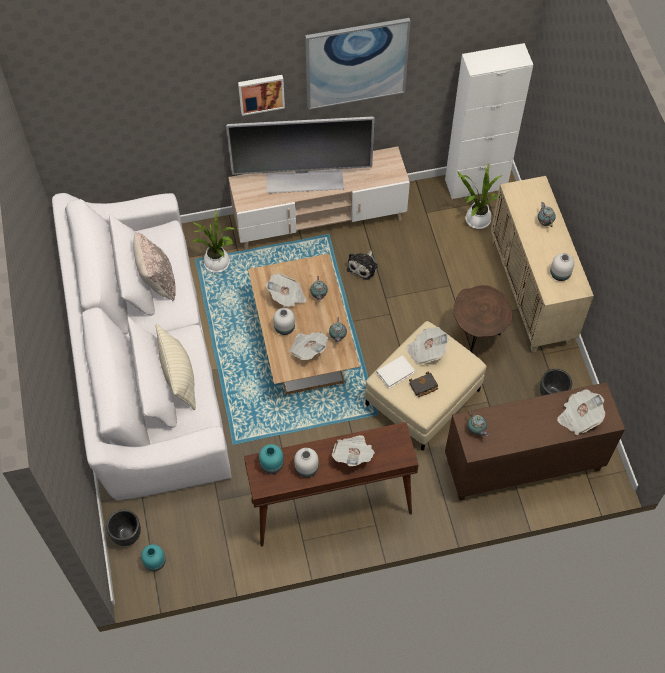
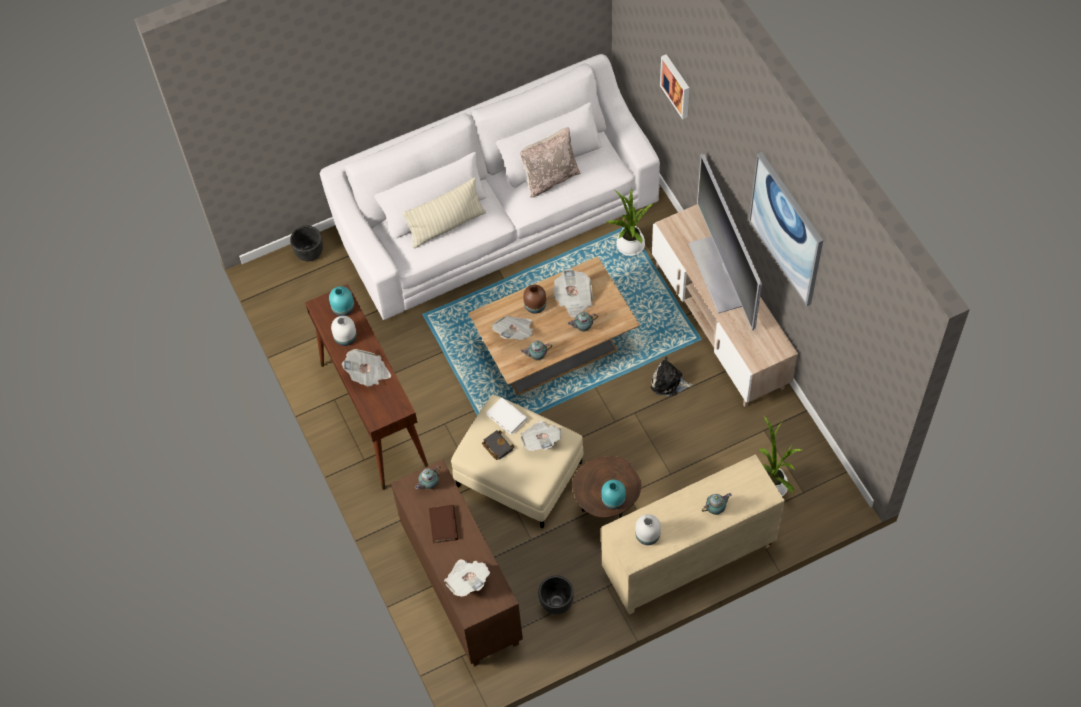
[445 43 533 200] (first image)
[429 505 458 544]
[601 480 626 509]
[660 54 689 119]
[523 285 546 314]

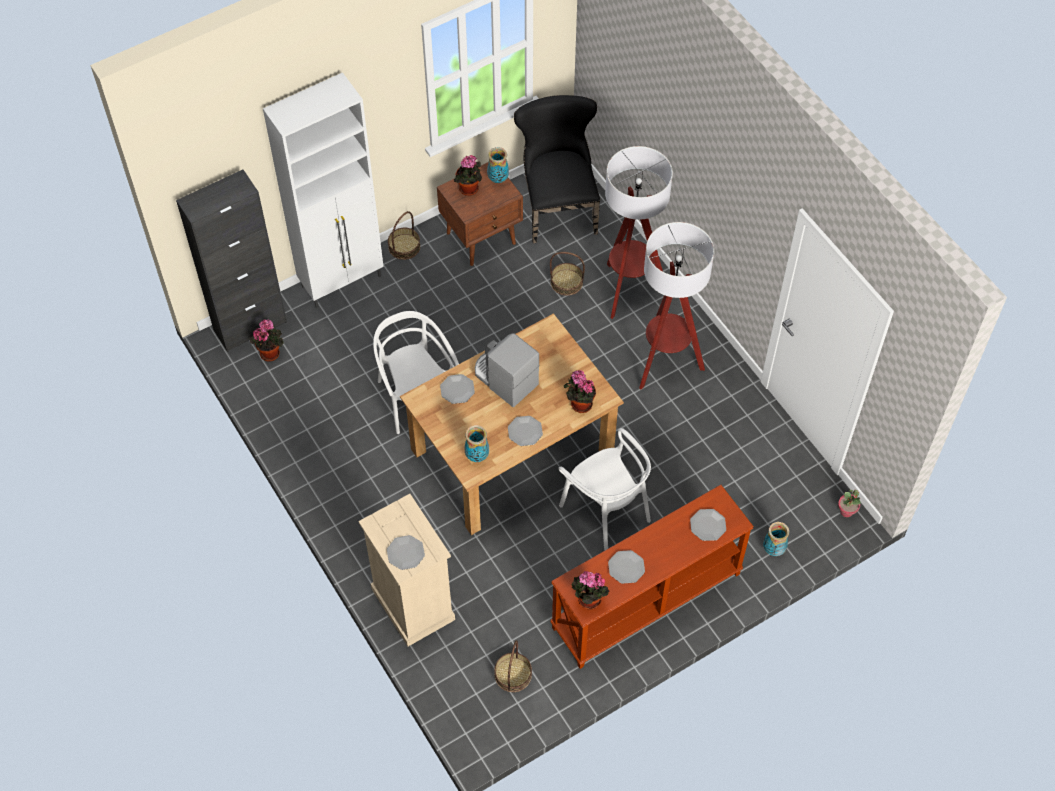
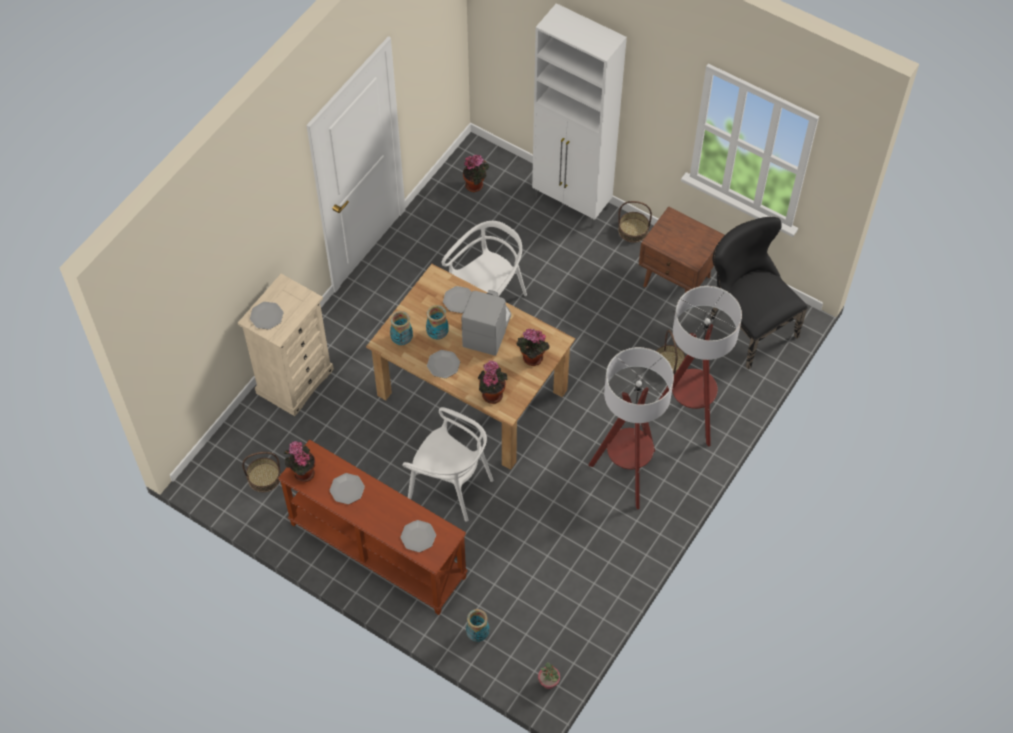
[176 170 287 352] (first image)
[517 328 550 366]
[426 305 449 340]
[710 217 808 369]
[402 407 494 522]

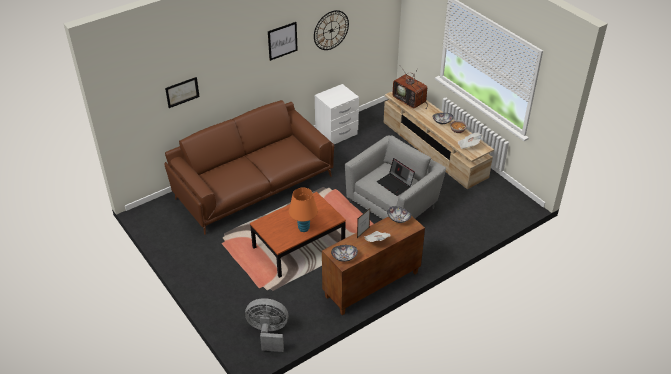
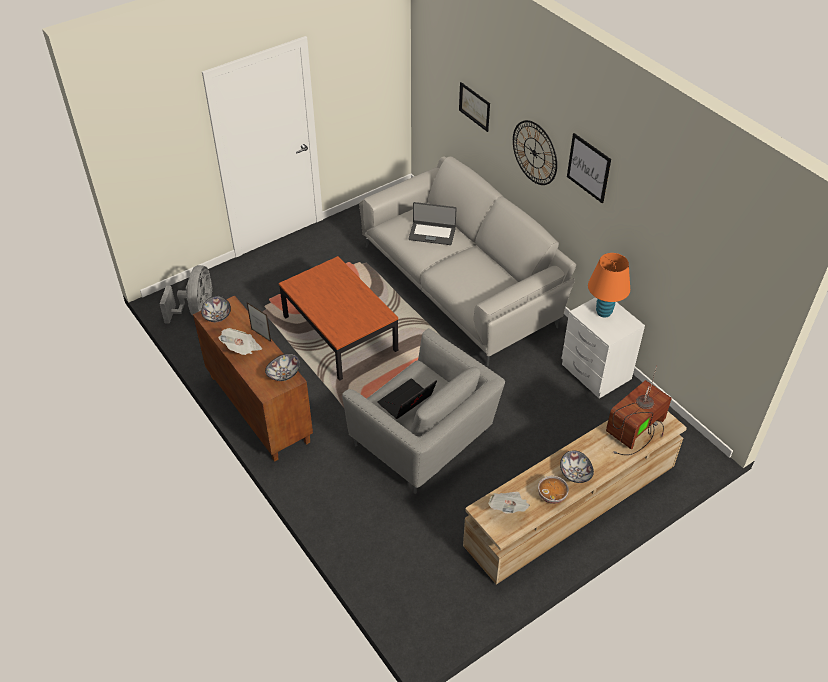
[408 202 456 245]
[588 253 630 317]
[513 120 557 185]
[359 156 576 366]

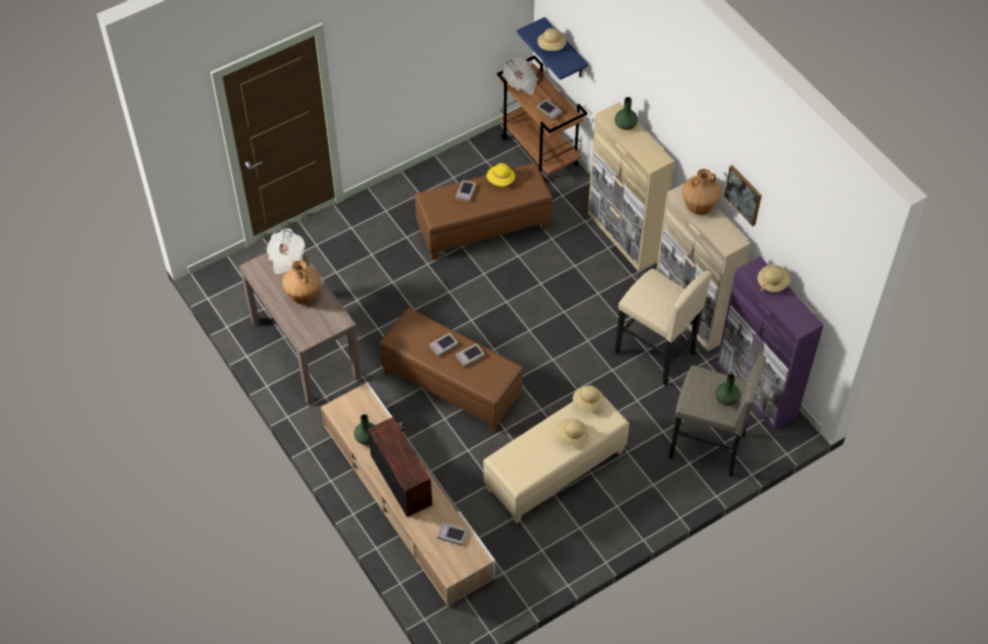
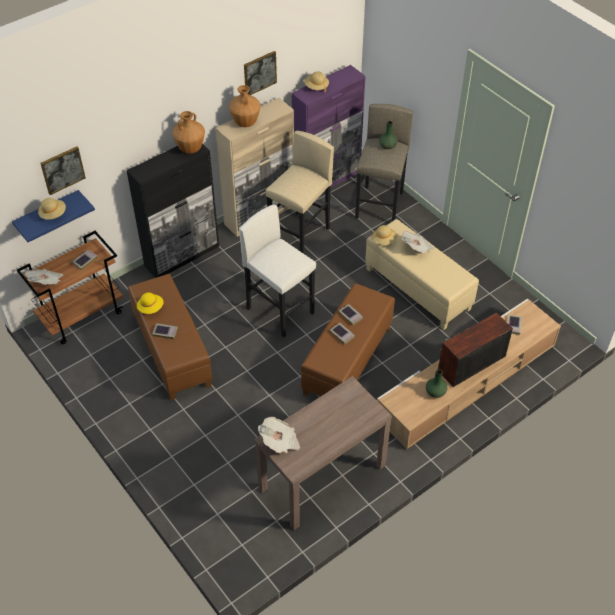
[615 97 638 130] (first image)
[40 146 86 195]
[239 204 316 338]
[172 111 205 154]
[402 231 434 254]
[126 144 219 278]

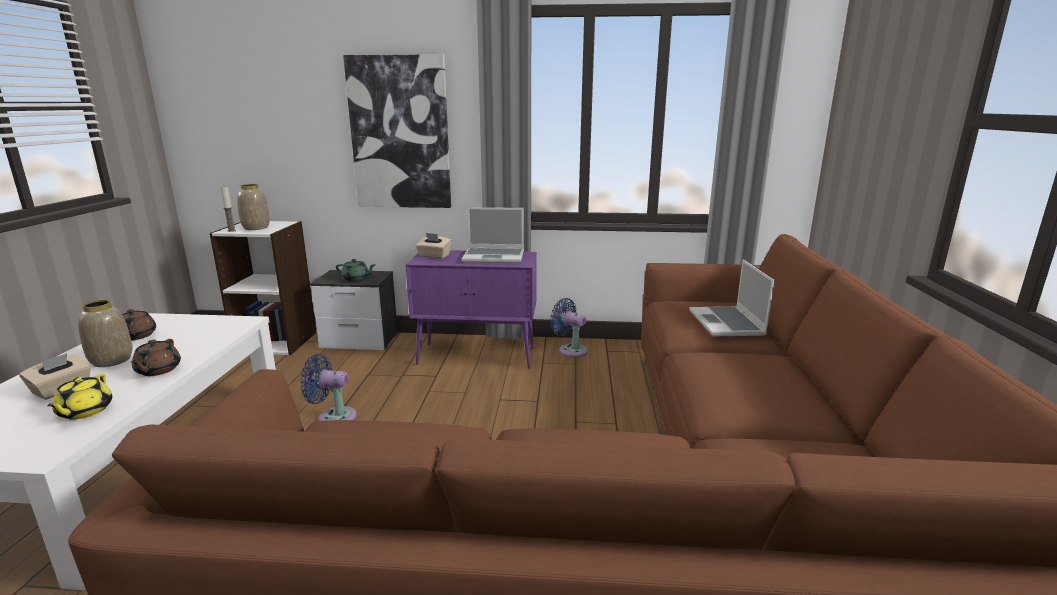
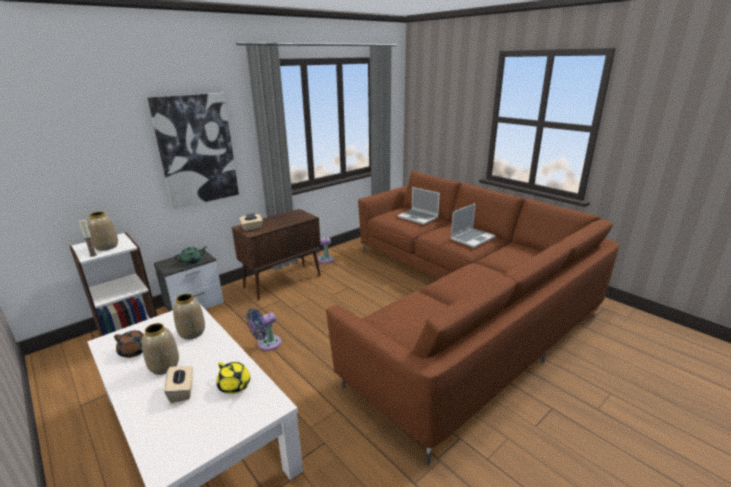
[131 339 181 376] (first image)
[173 293 205 339]
[451 203 496 248]
[232 209 321 300]

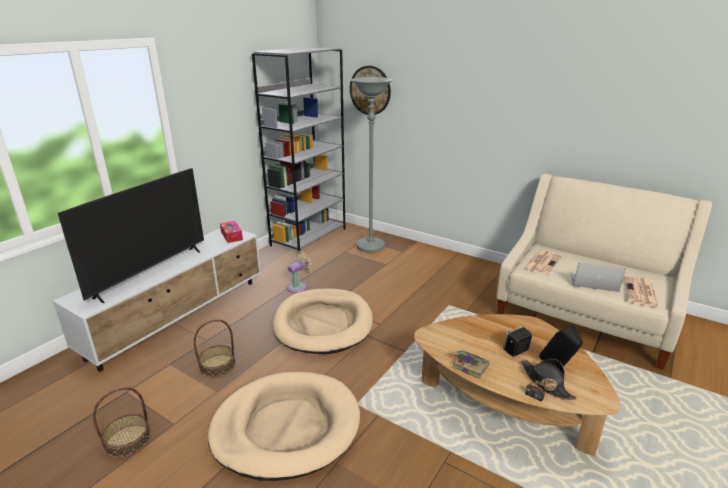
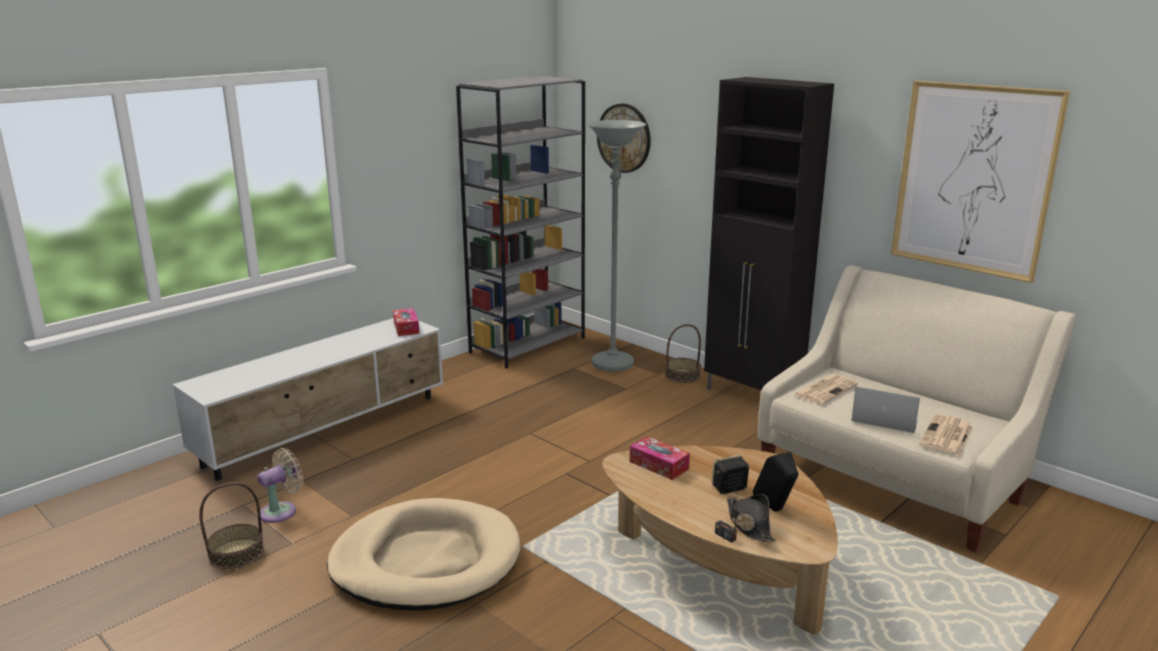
[58 168 204 303] (first image)
[273 288 373 354] (first image)
[452 350 490 379] (first image)
[630 436 690 480]
[704 77 834 390]
[891 81 1070 283]
[665 324 701 383]
[257 448 303 523]

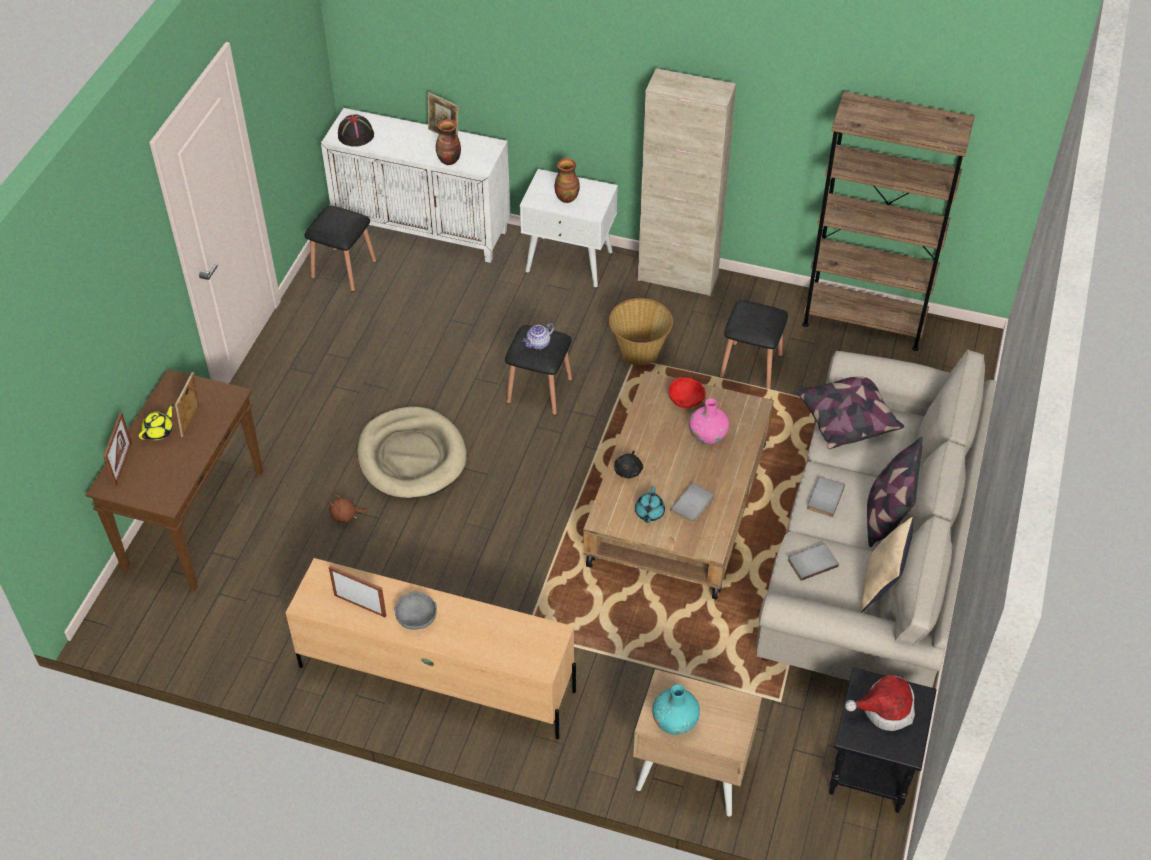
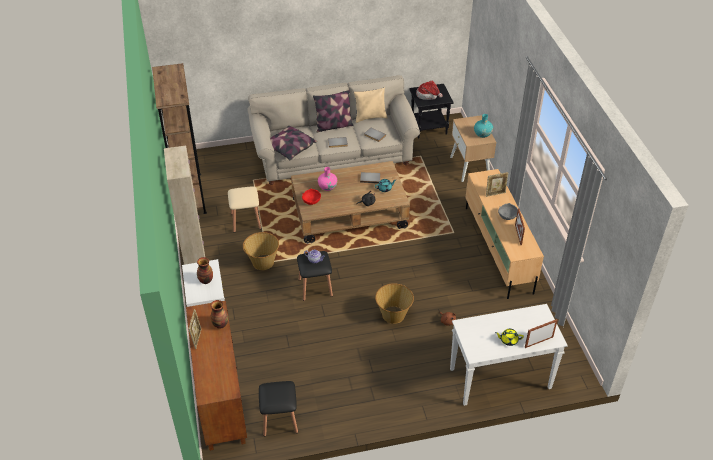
[338 114 374 147] (first image)
[486 172 508 197]
[375 283 414 324]
[450 304 568 406]
[186 301 247 451]
[228 186 261 233]

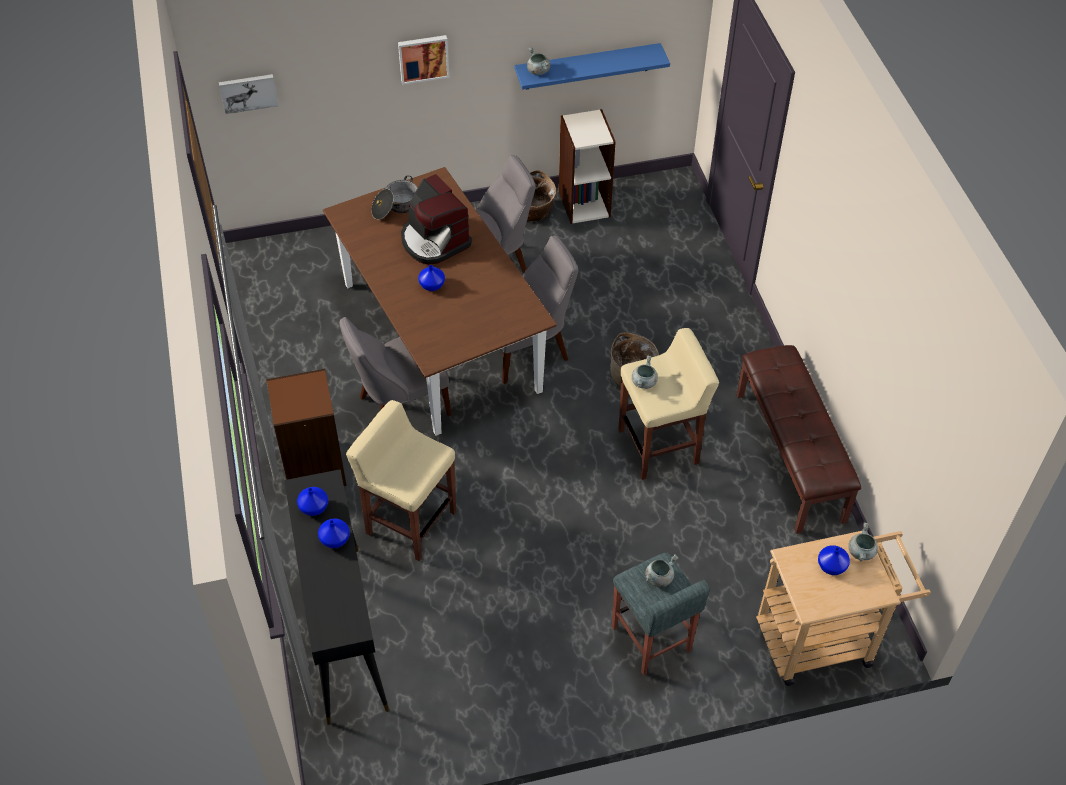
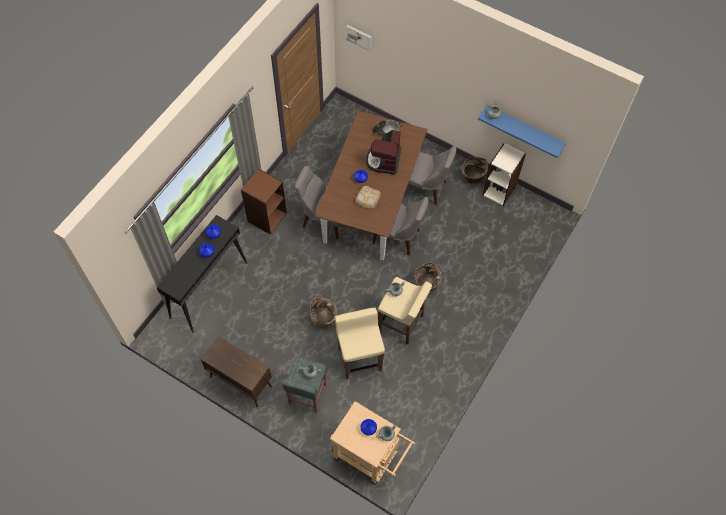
[398 35 449 85] (first image)
[737 345 861 534] (first image)
[201 336 272 407]
[310 298 337 328]
[355 186 381 209]
[335 308 385 379]

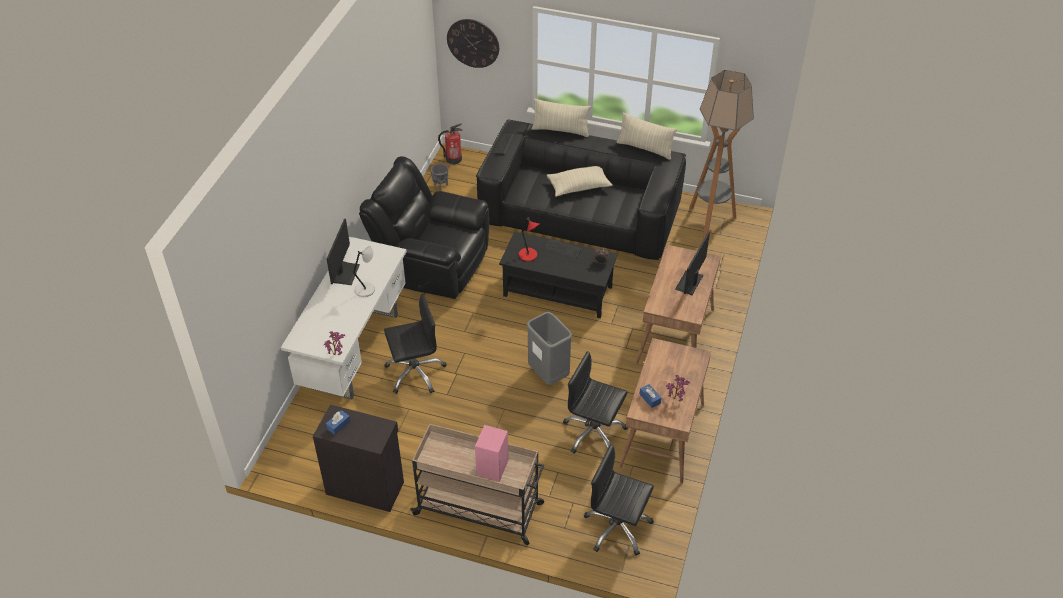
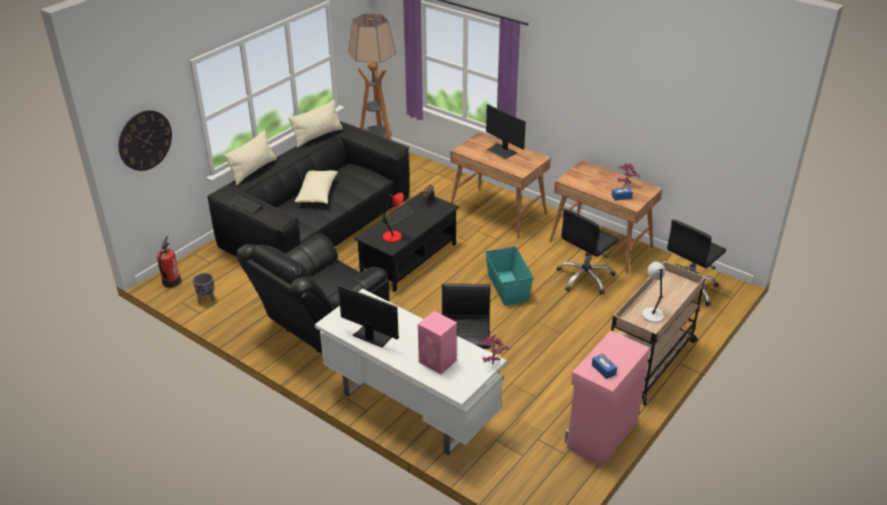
[642 262 665 323]
[418 311 457 374]
[485 246 533 306]
[565 330 650 467]

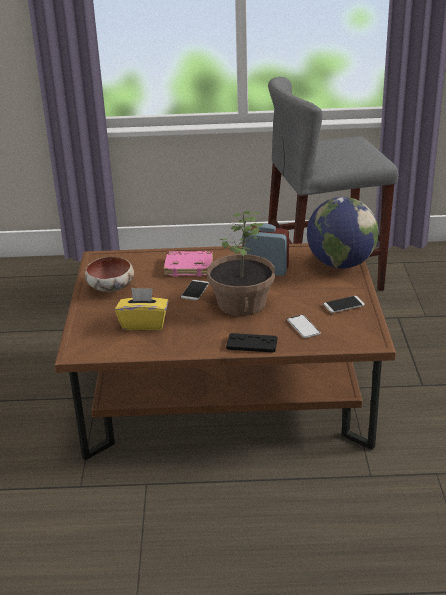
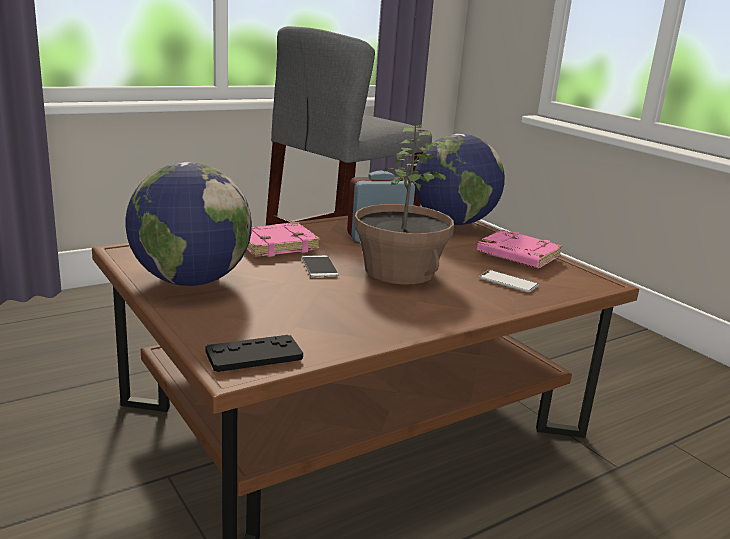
[115 288 168 330] (first image)
[205 335 303 372]
[126 162 252 286]
[477 230 562 268]

